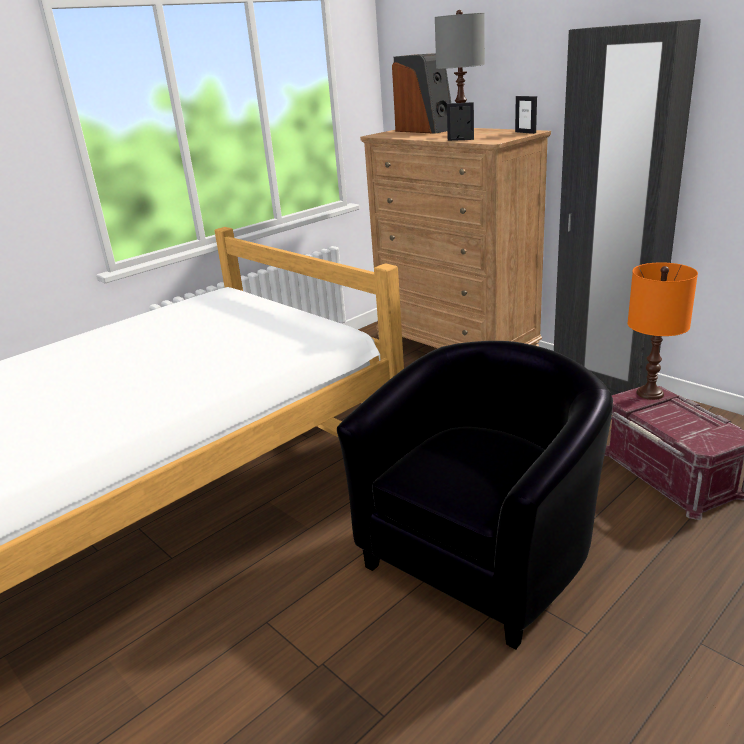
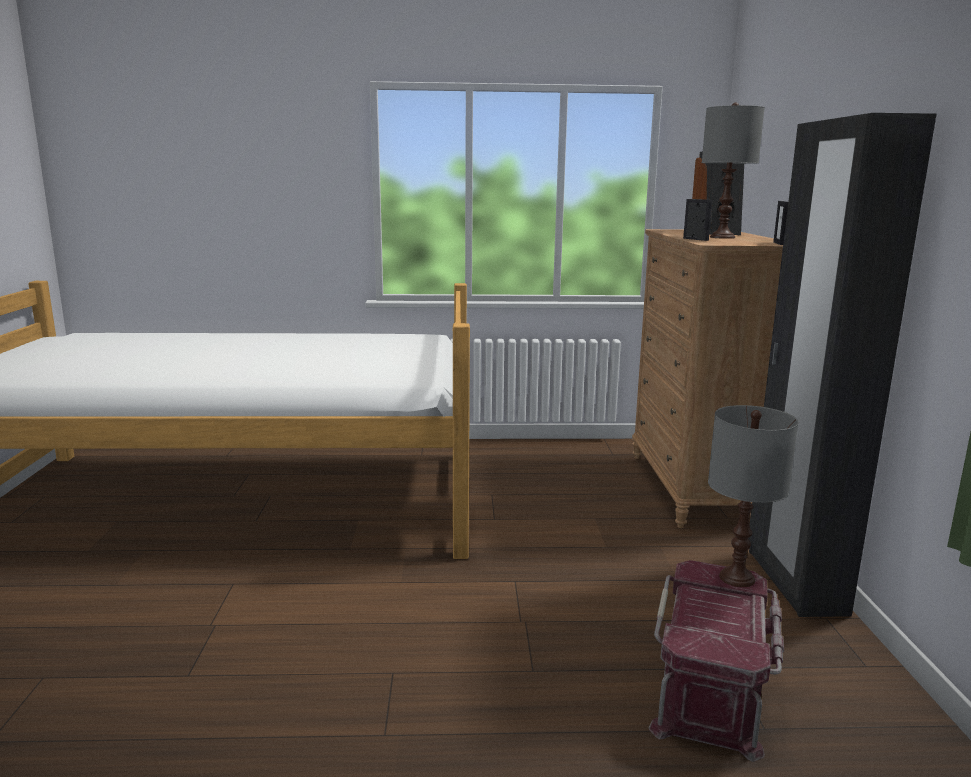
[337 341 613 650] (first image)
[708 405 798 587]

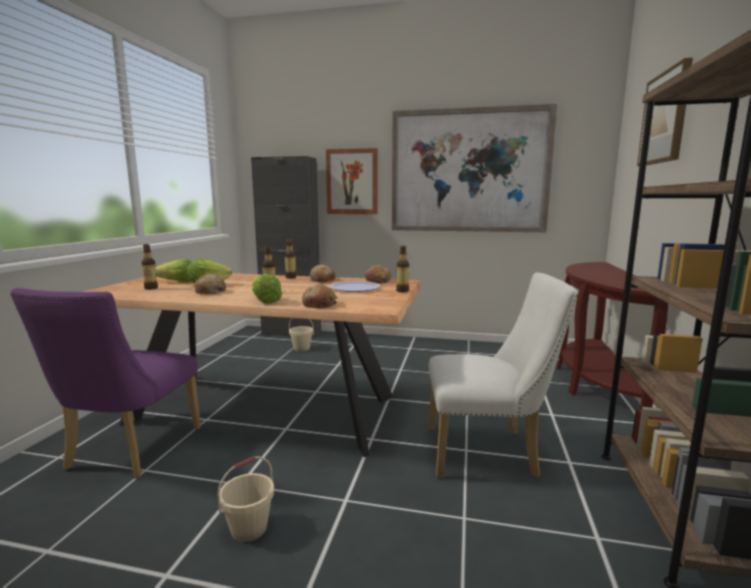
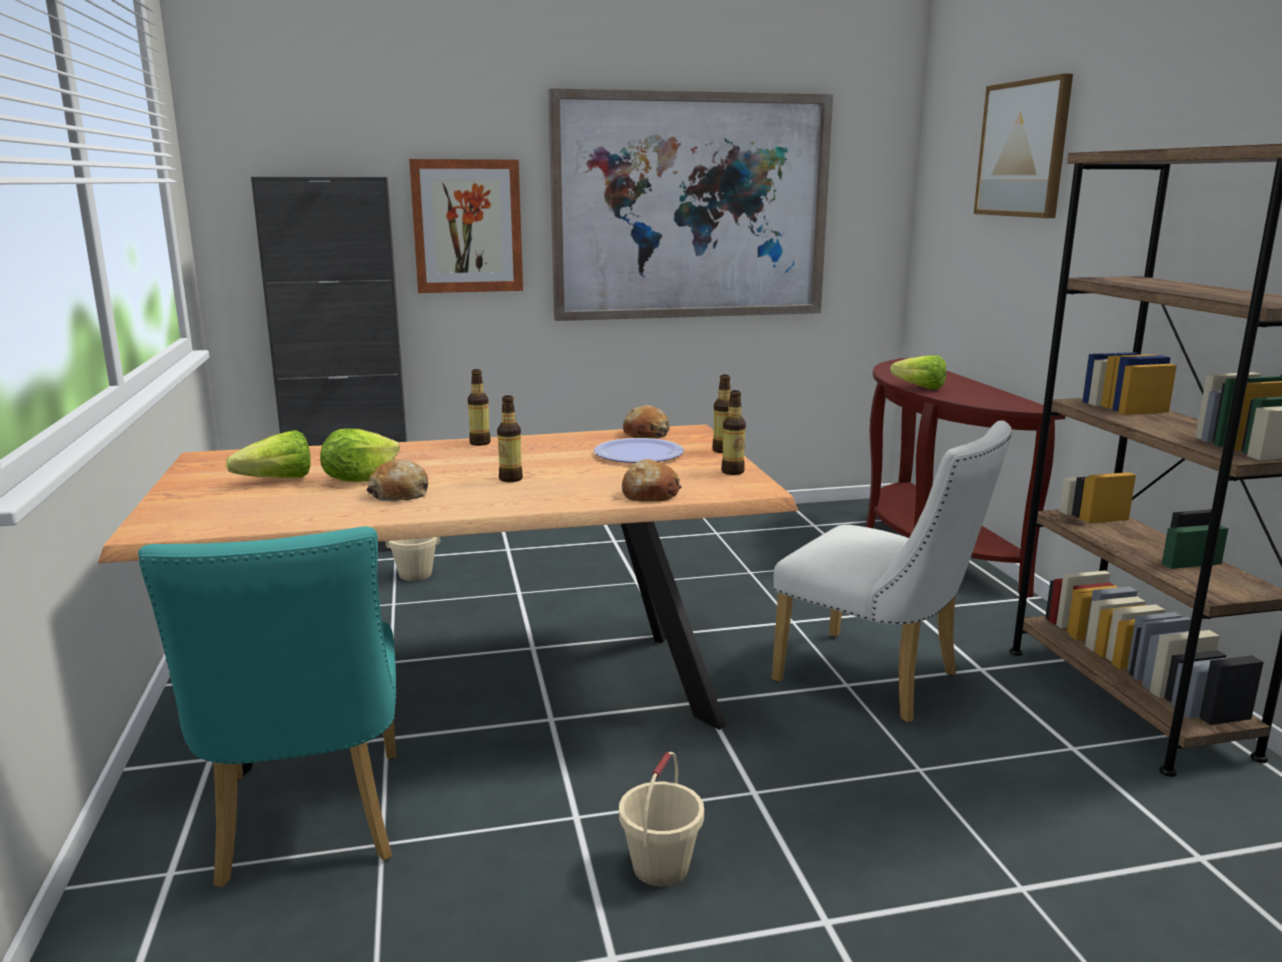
[310 265 335 283] (first image)
[721 390 746 475]
[890 355 946 390]
[138 526 396 887]
[772 420 1012 723]

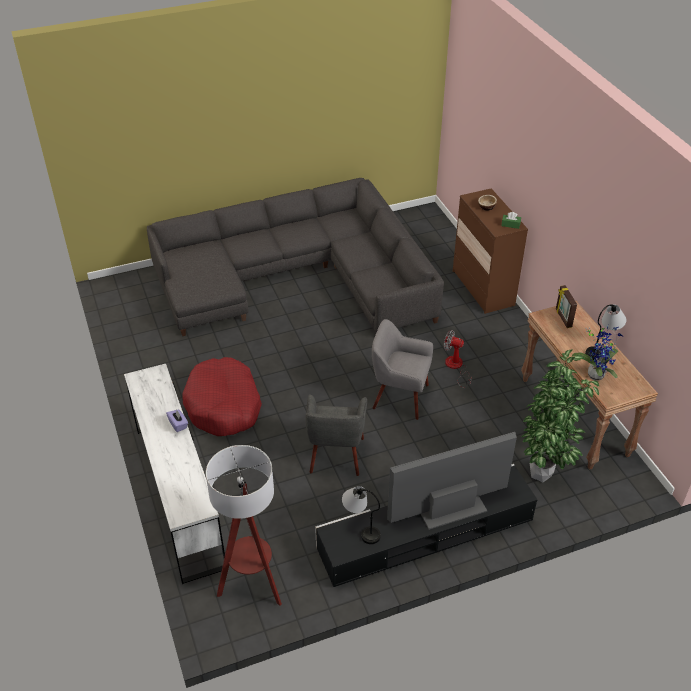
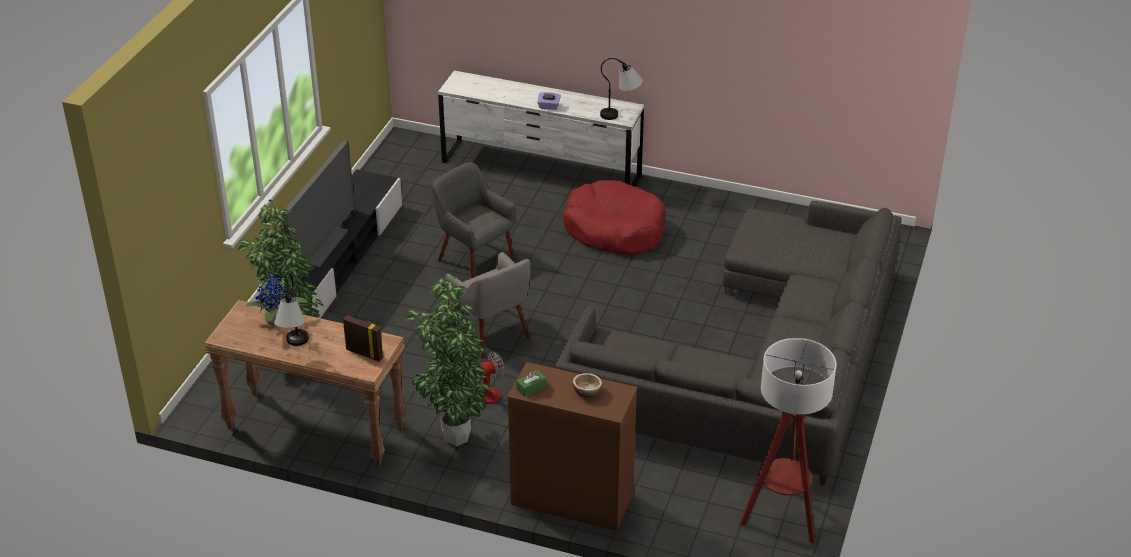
[406 273 491 446]
[740 338 837 544]
[600 58 643 120]
[445 252 530 358]

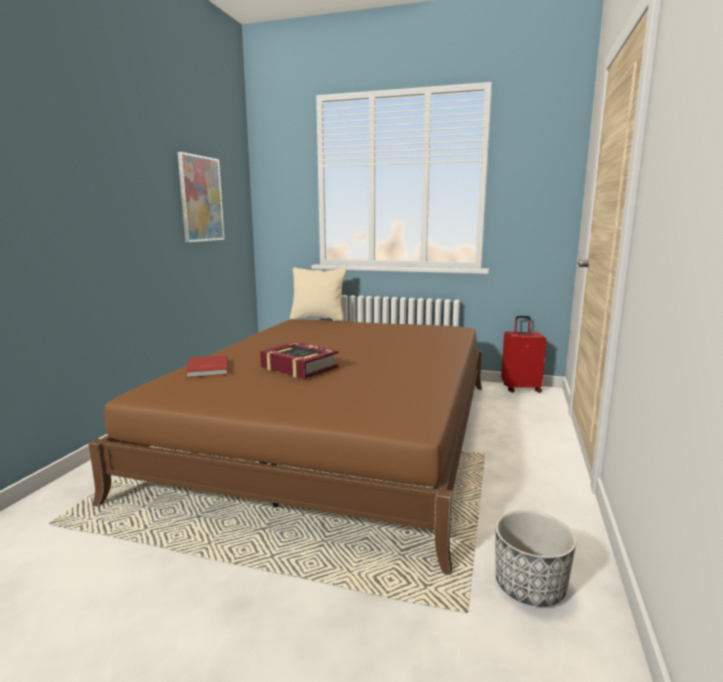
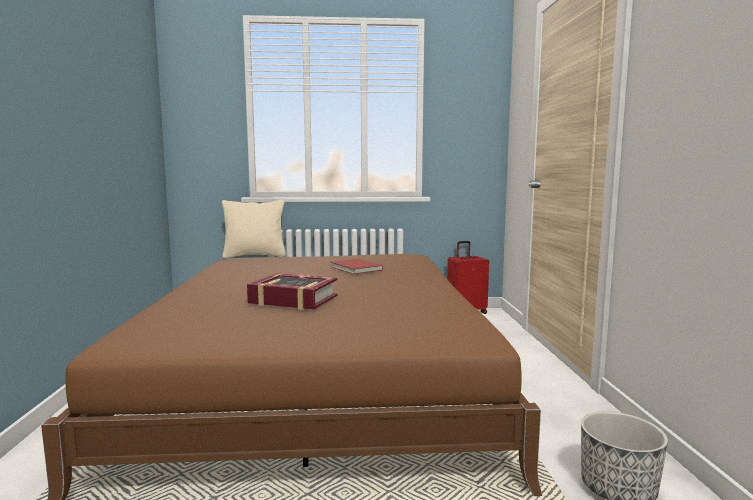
[178 152 224 242] (first image)
[330 259 383 274]

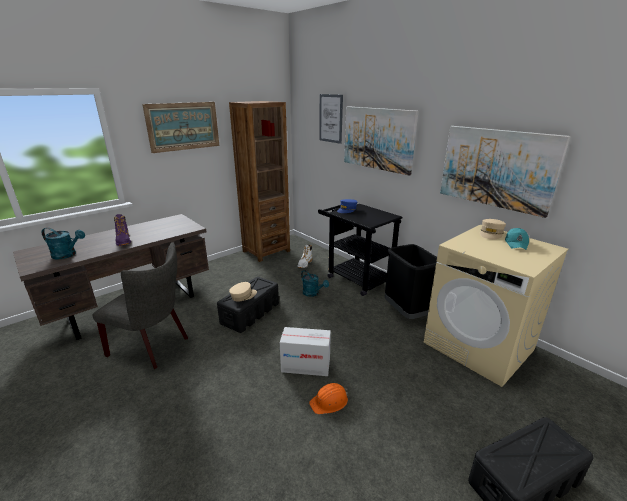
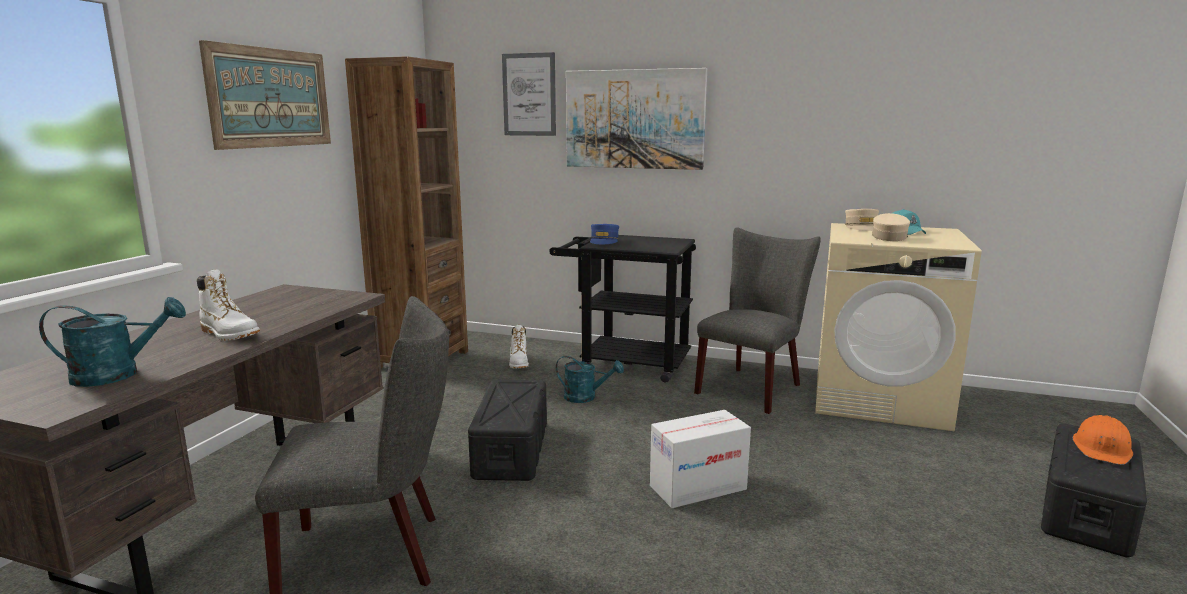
[440 126 571 218] (first image)
[872 213 910 241]
[1073 415 1133 465]
[694 227 821 414]
[197 269 260 341]

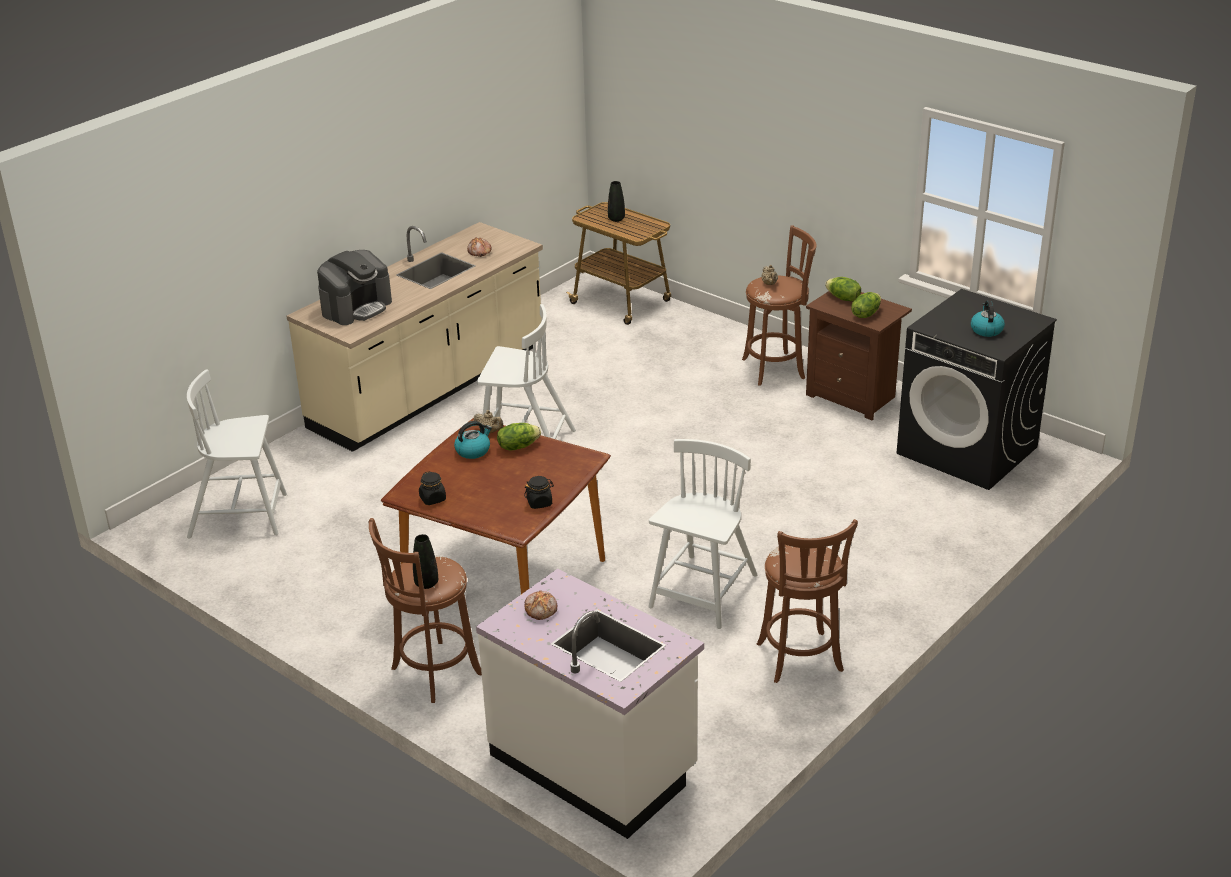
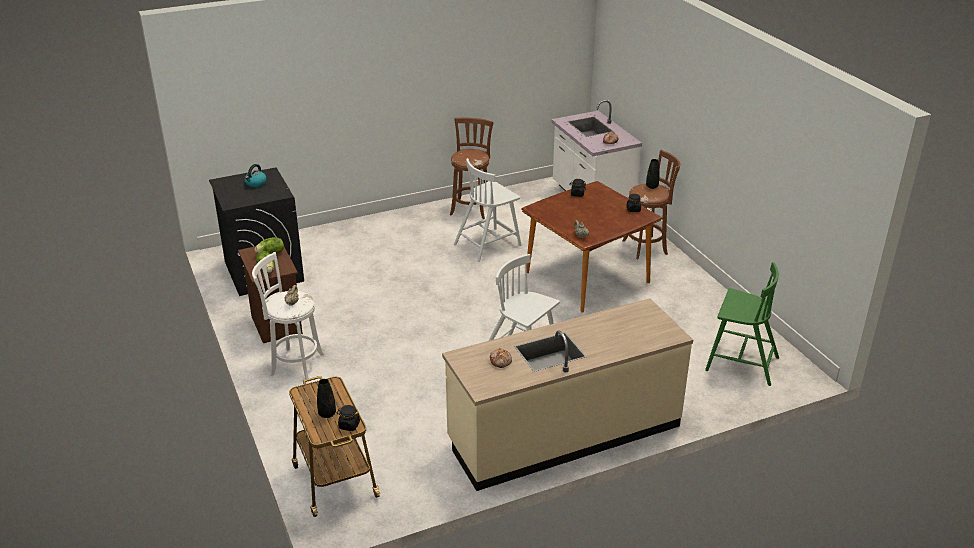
[317 250 392 325] (first image)
[454 421 492 459] (first image)
[497 423 541 450] (first image)
[336 405 360 431]
[705 262 779 386]
[252 252 324 379]

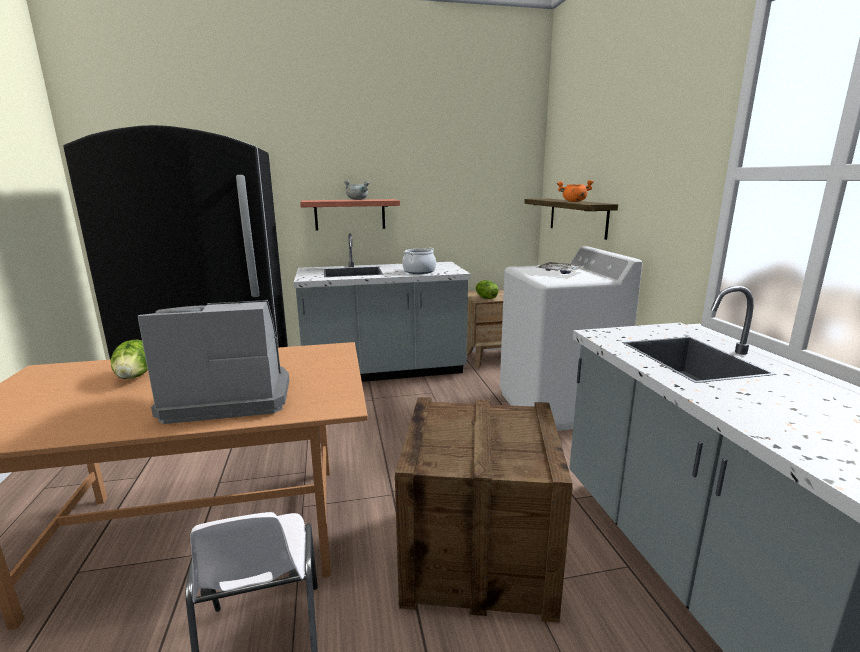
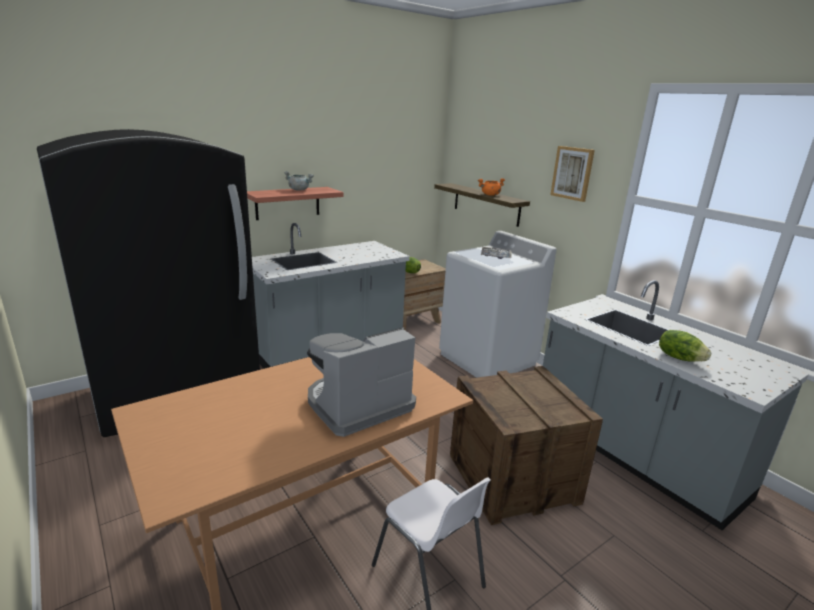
[402 248 436 274] (first image)
[550 146 595 202]
[659 330 711 362]

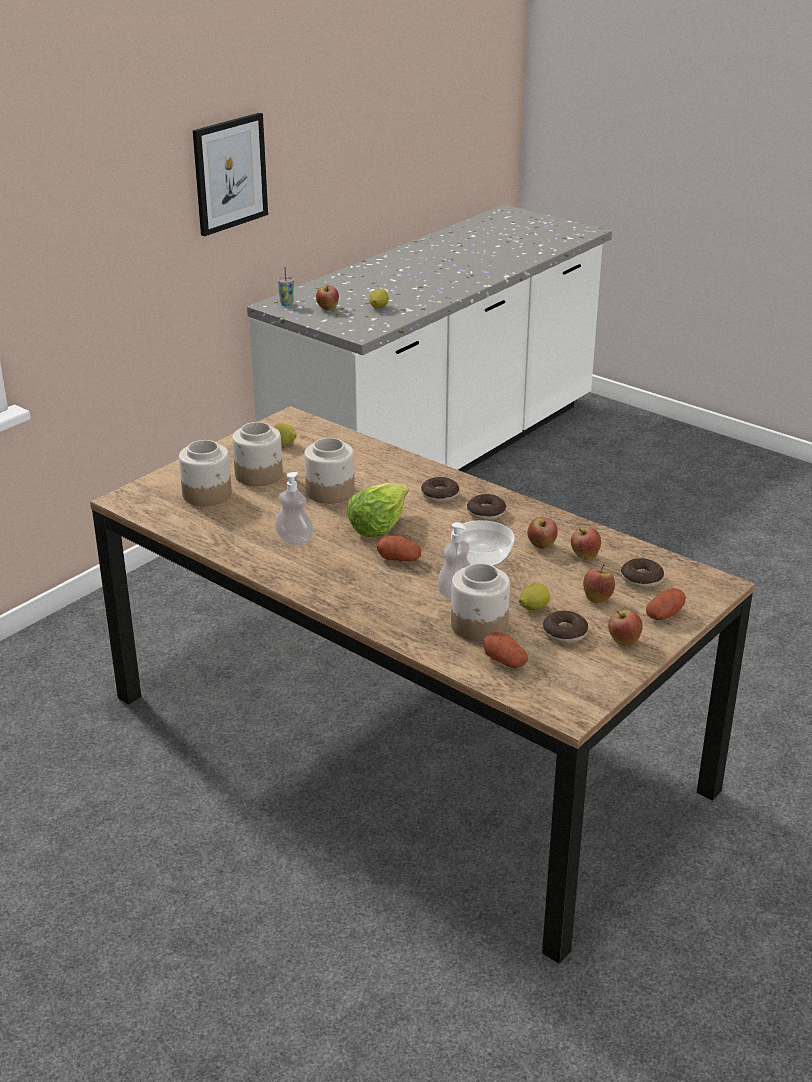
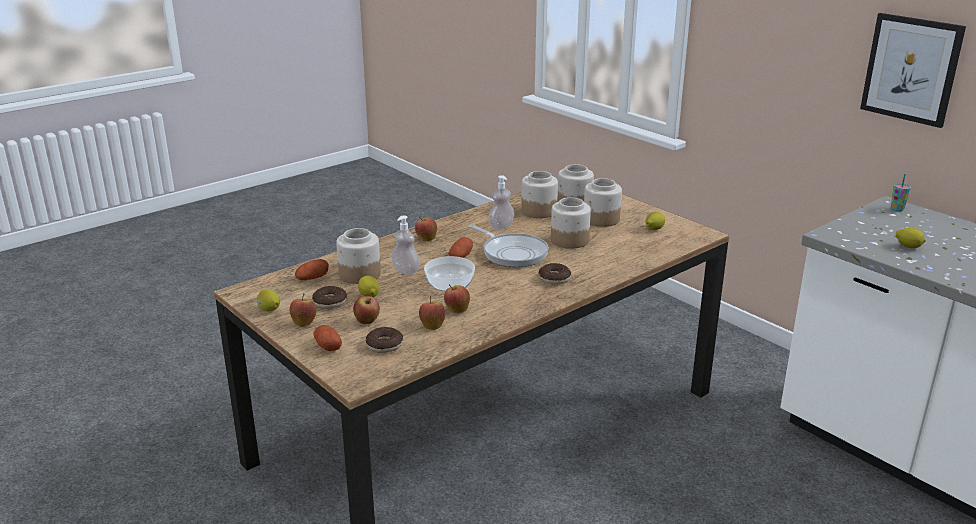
[467 494 506 521] (first image)
[257 289 280 311]
[521 171 558 218]
[415 216 437 241]
[469 224 549 267]

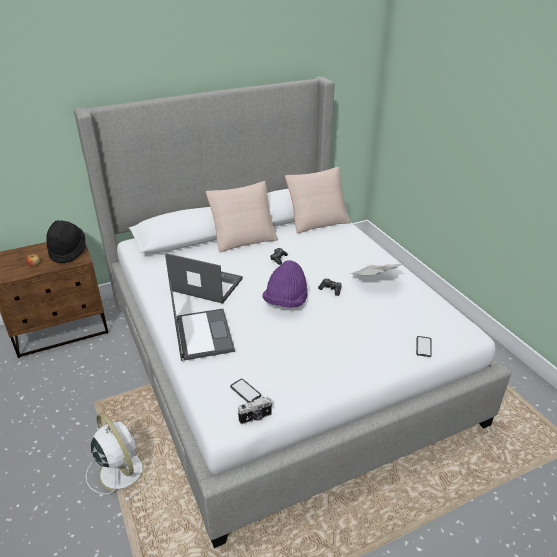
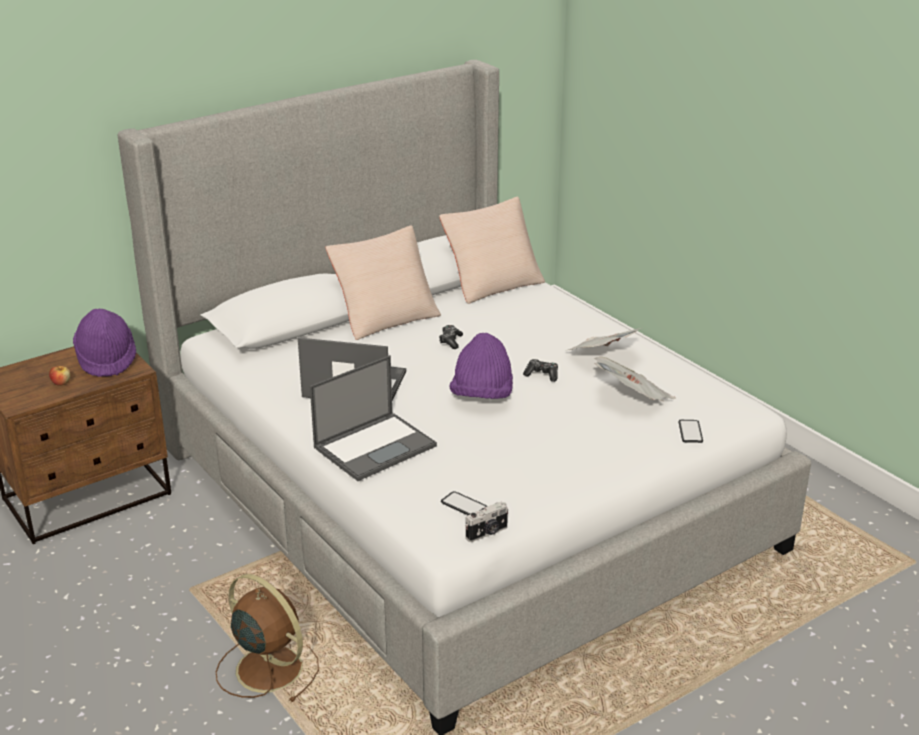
[594 357 676 401]
[73 309 137 377]
[216 574 319 703]
[310 355 437 481]

